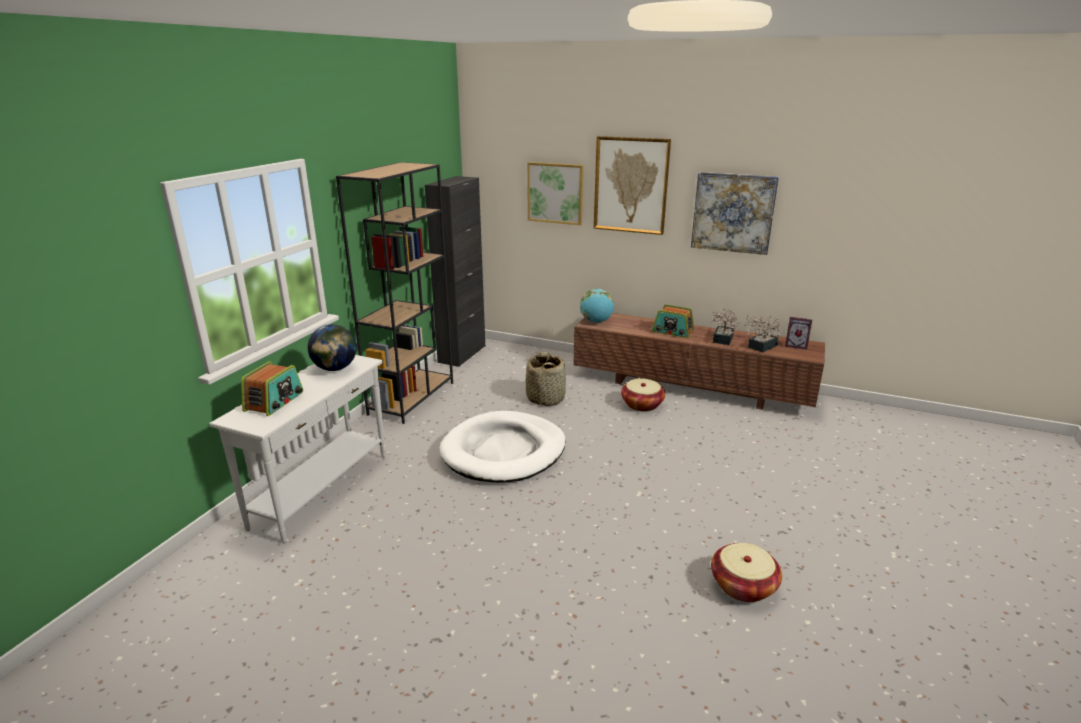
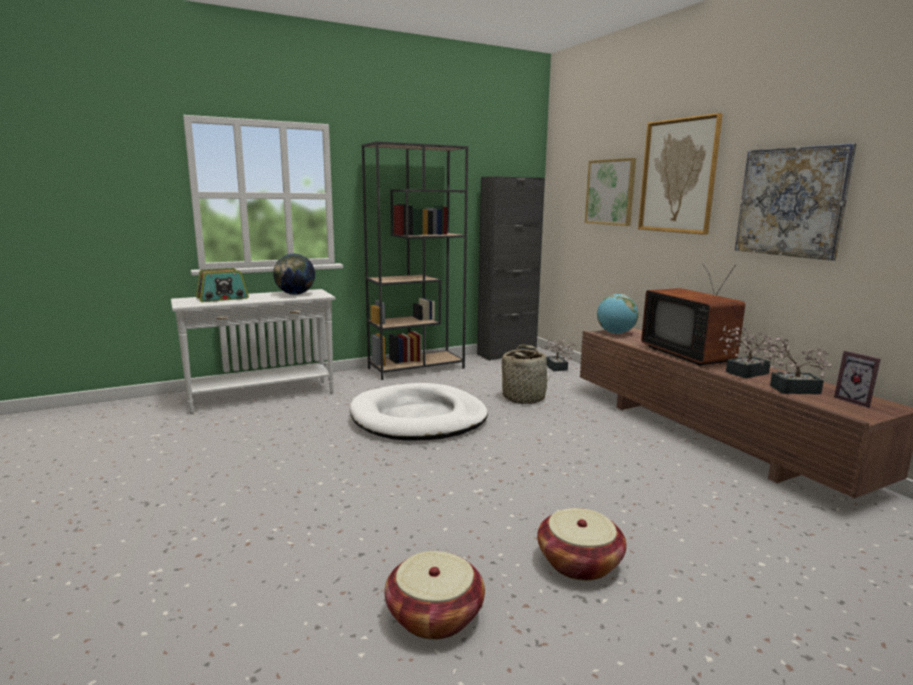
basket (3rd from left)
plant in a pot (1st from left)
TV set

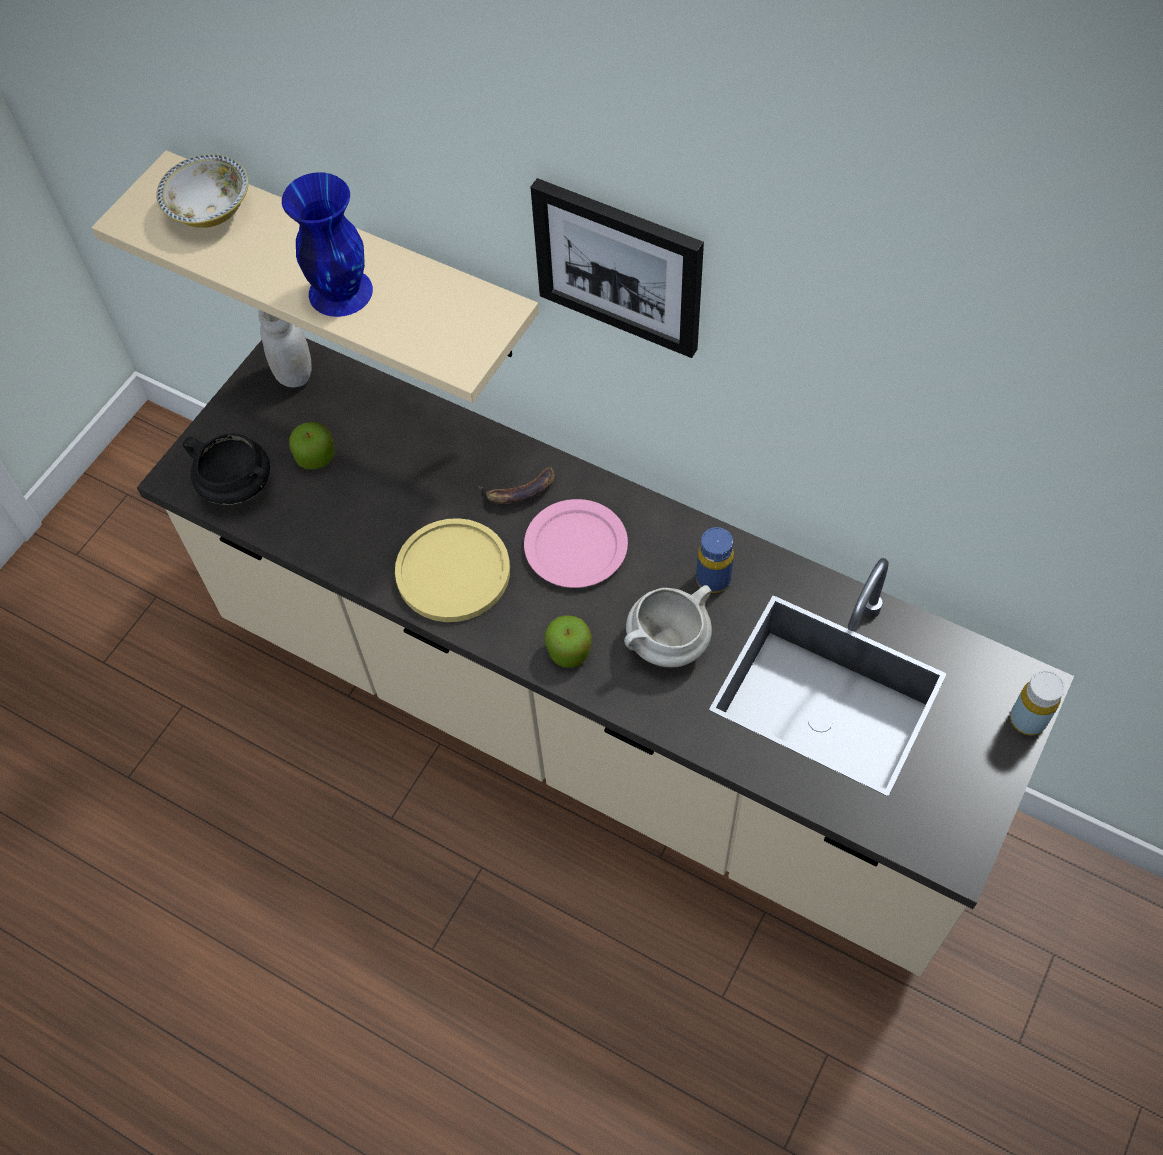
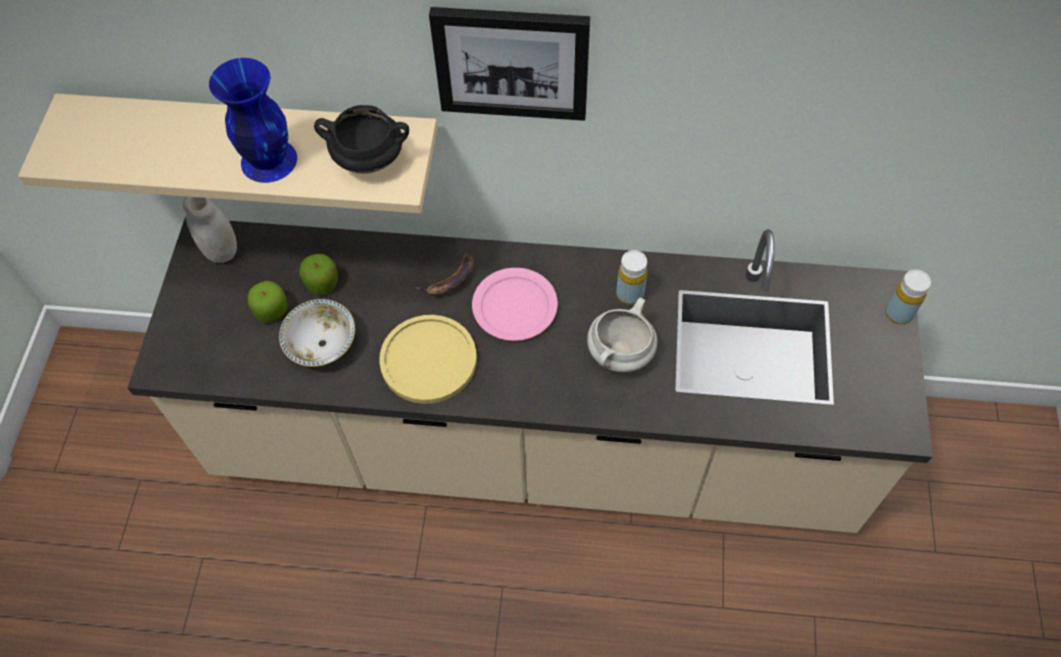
serving bowl
apple fruit (2nd from left)
black cooking pot
yellow-coloured bottle (1st from left)

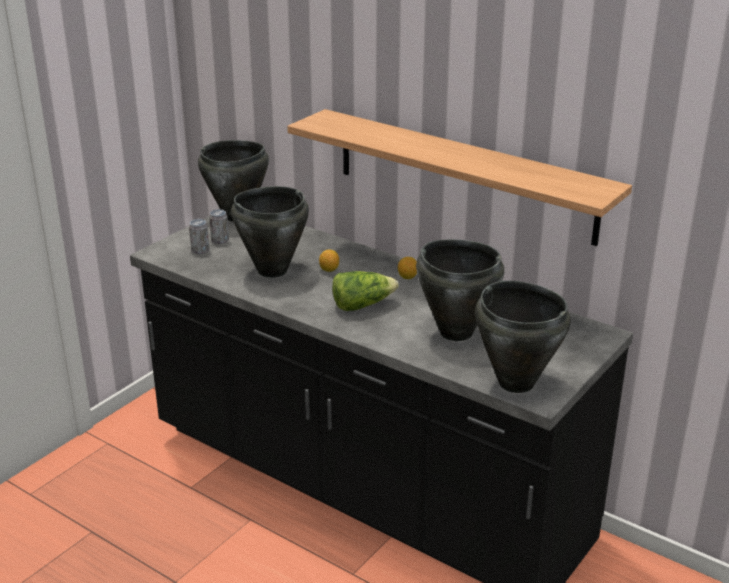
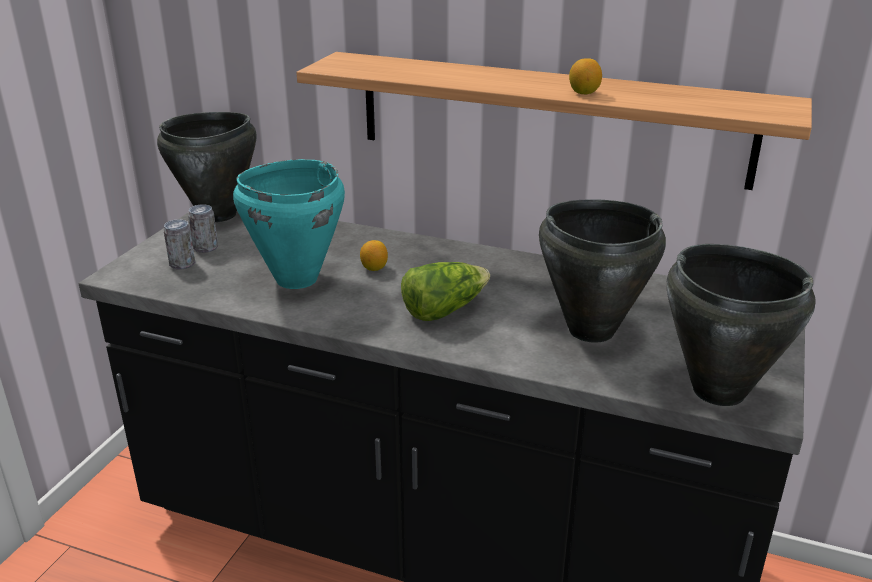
turquoise cooking pot
whole lemon (2nd from left)

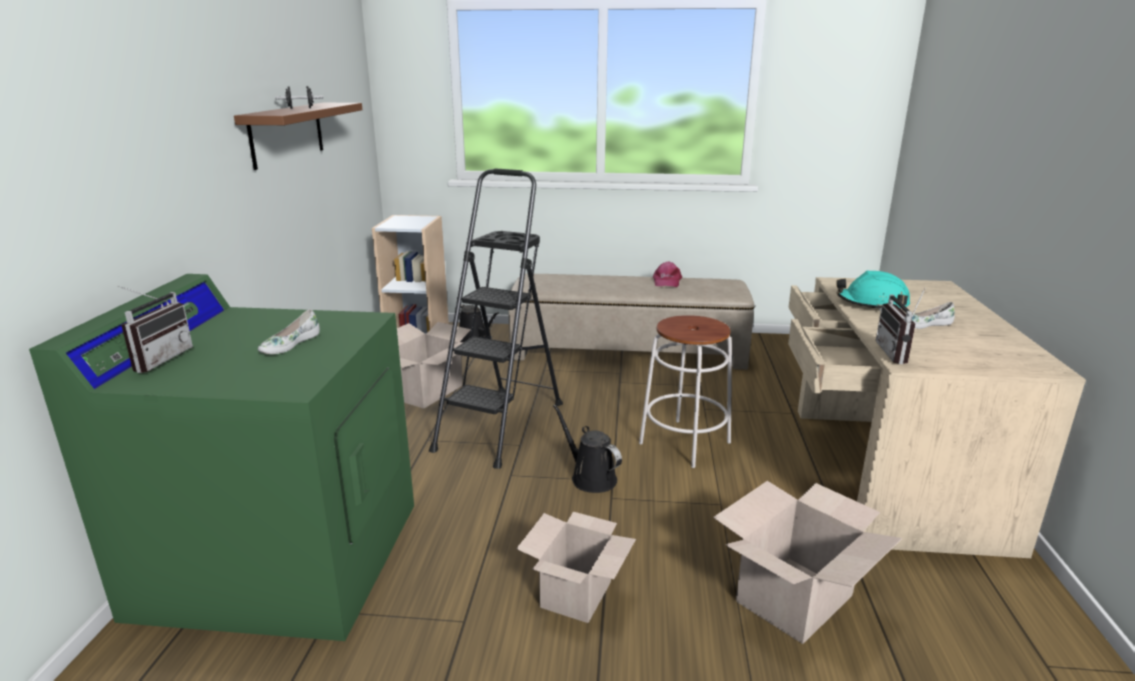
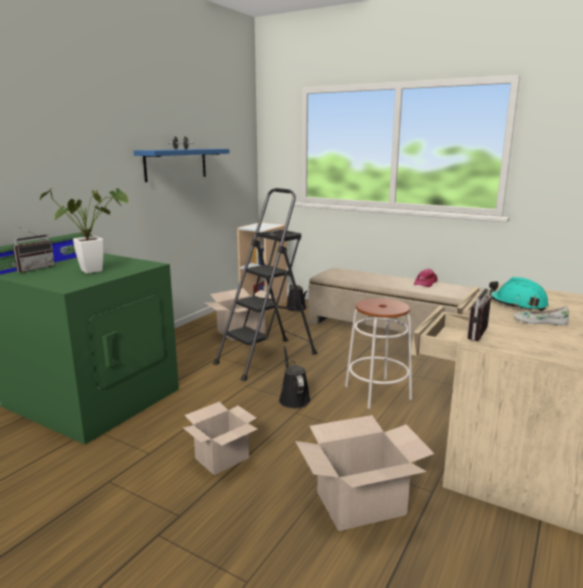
plant in a pot
blue bracket shelf

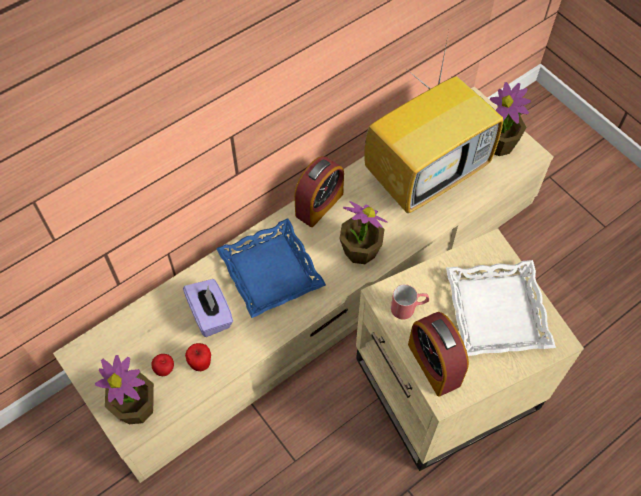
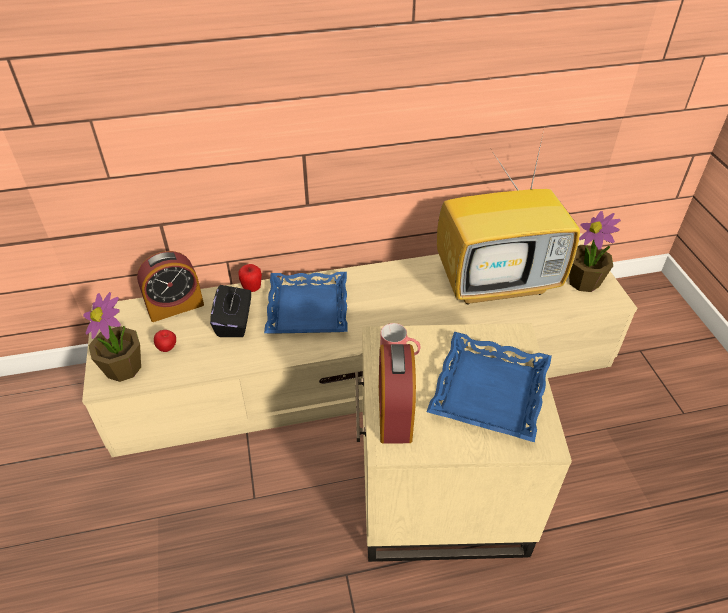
bedside clock (1st from left)
black tissue holder
apple fruit (2nd from left)
blue tray (2nd from left)
plant in a pot (2nd from left in the first image)

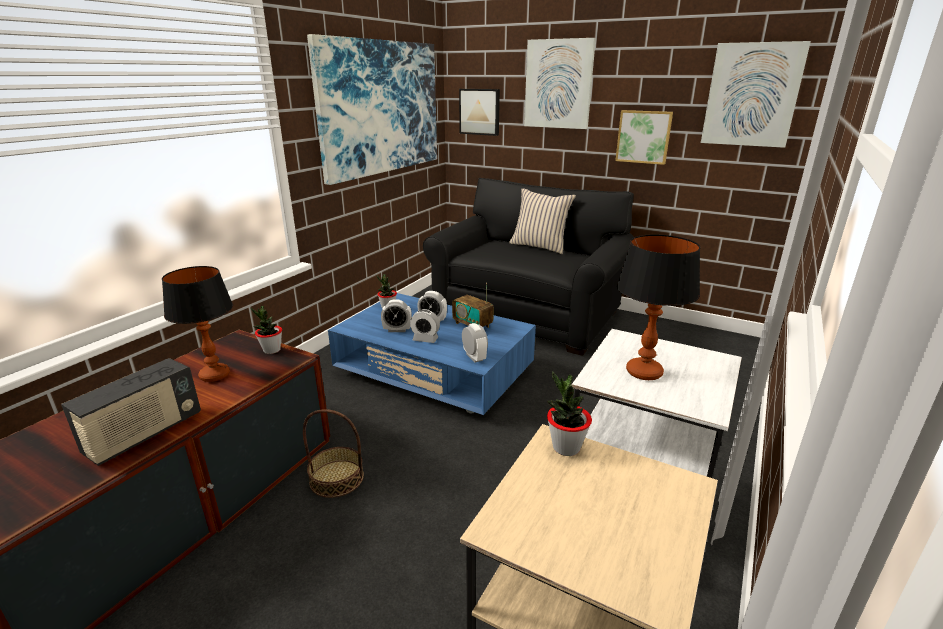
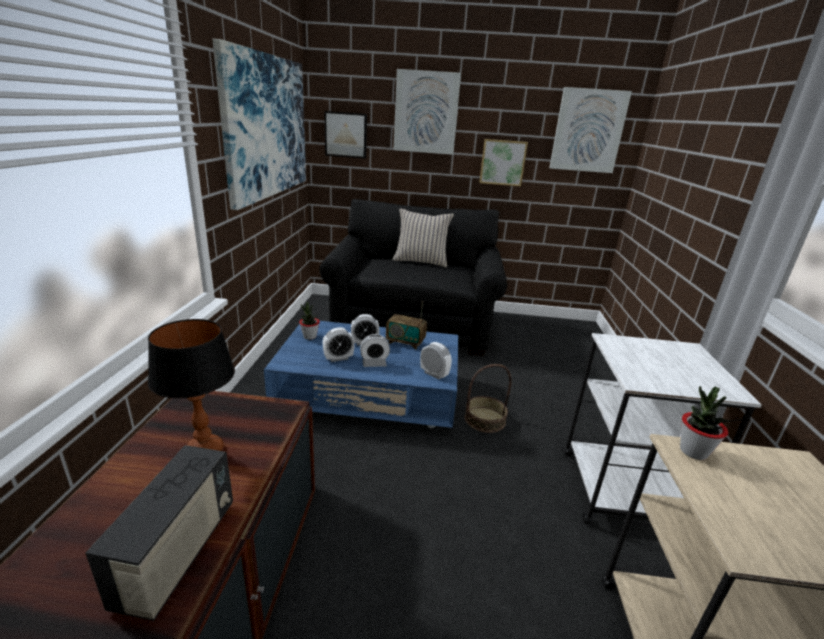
basket
plant in a pot (1st from left in the first image)
lamp for a table (2nd from left in the first image)

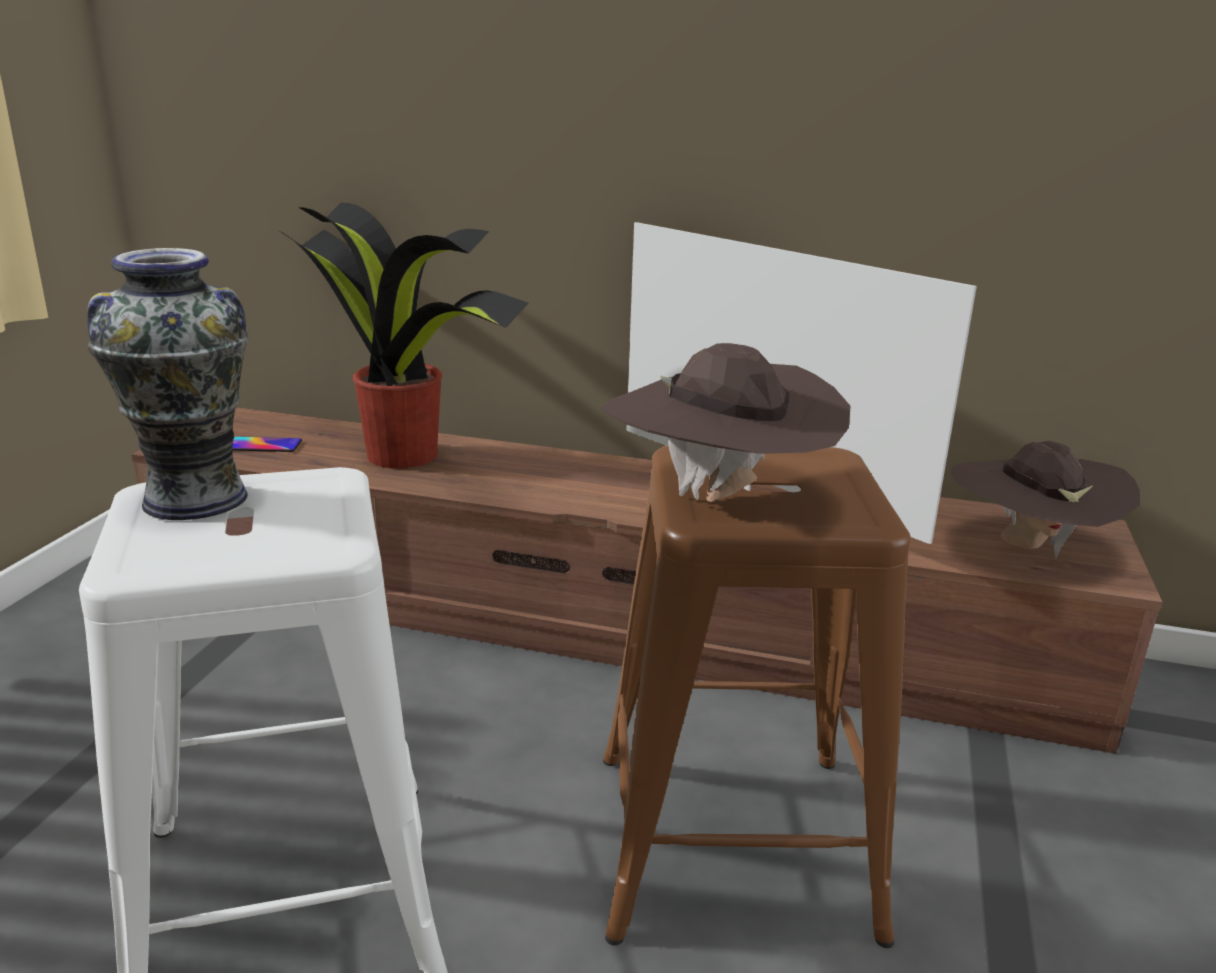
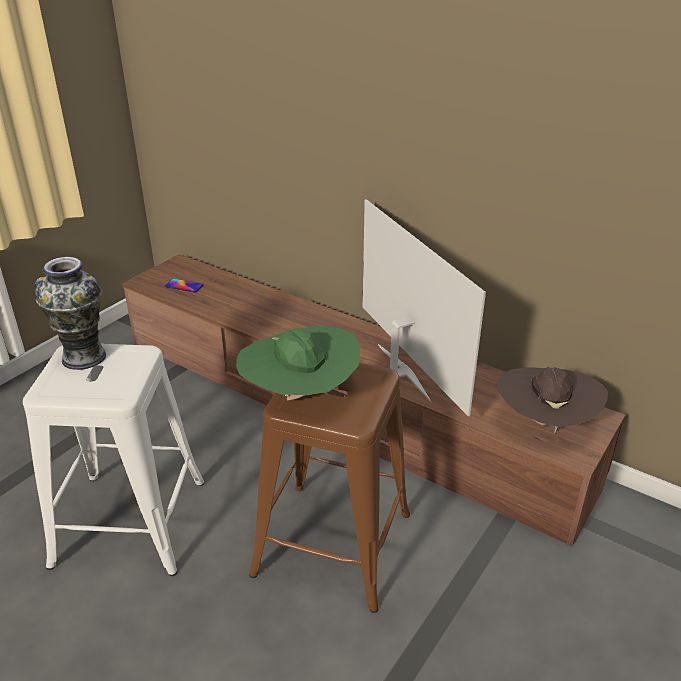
green clothing hat
plant in a pot

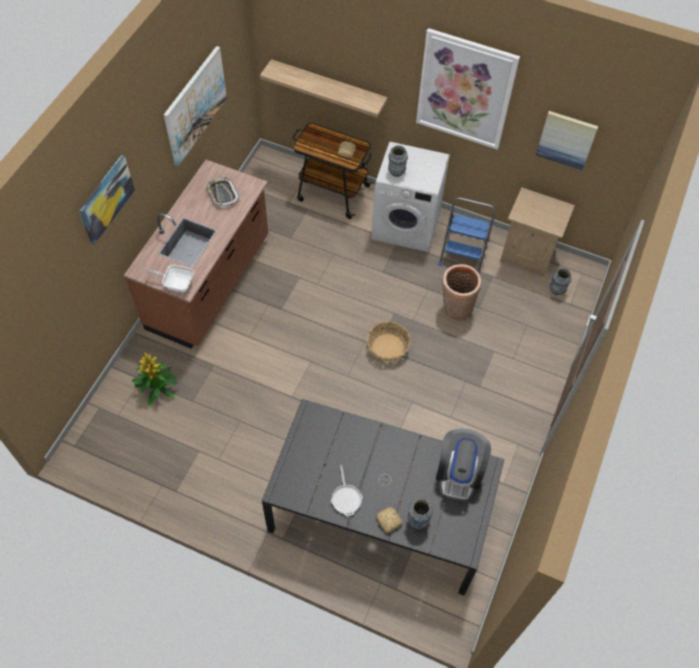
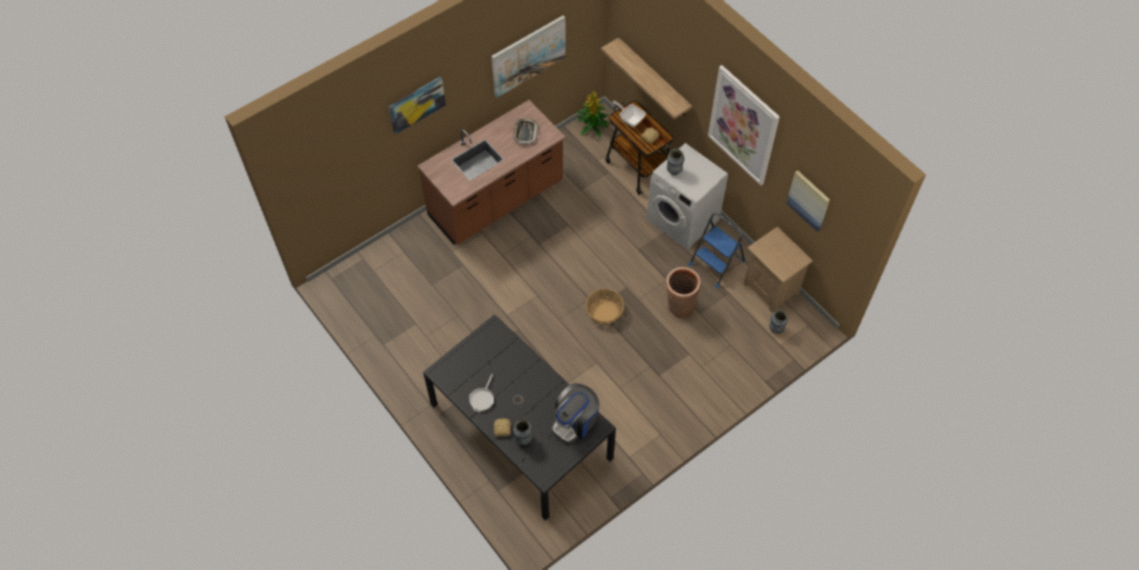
plant in a pot
pan (2nd from left)

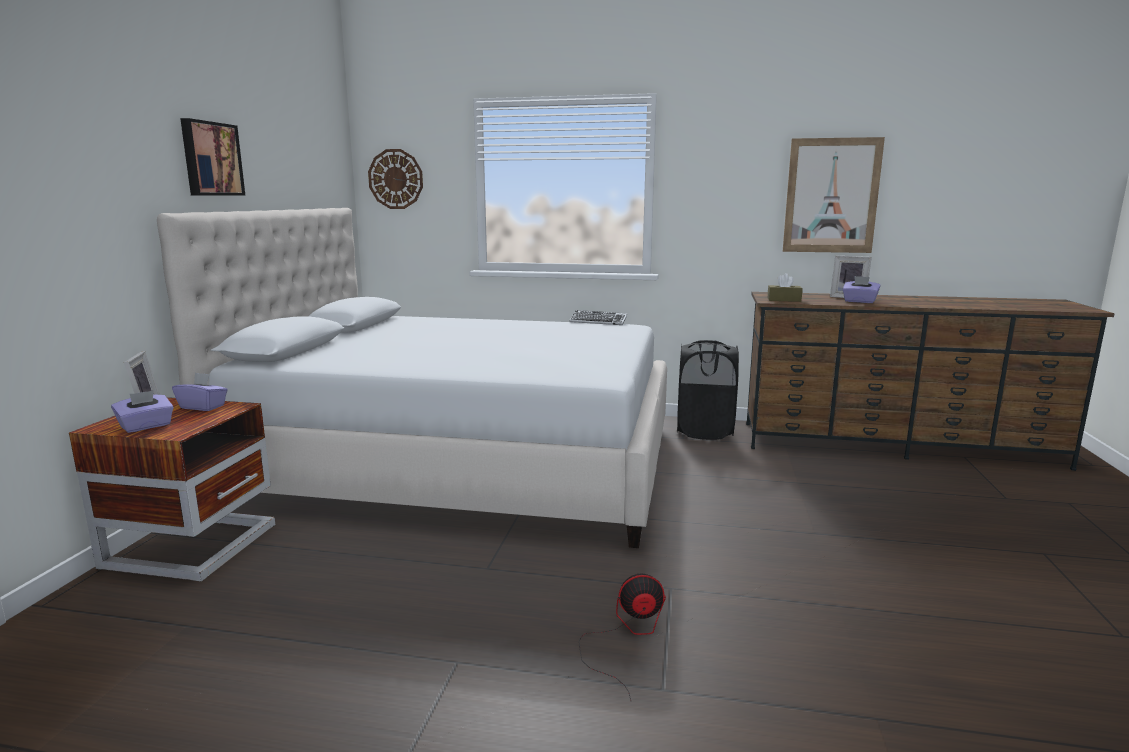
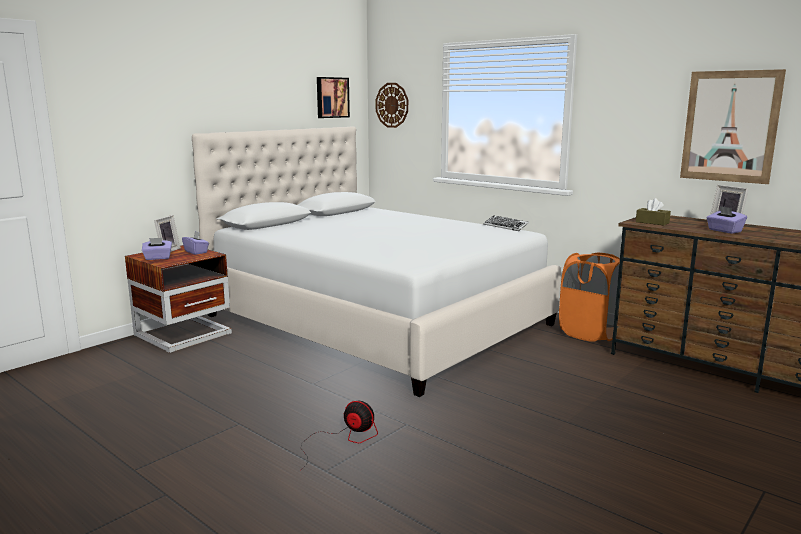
picture (1st from left)
orange-coloured washing basket

